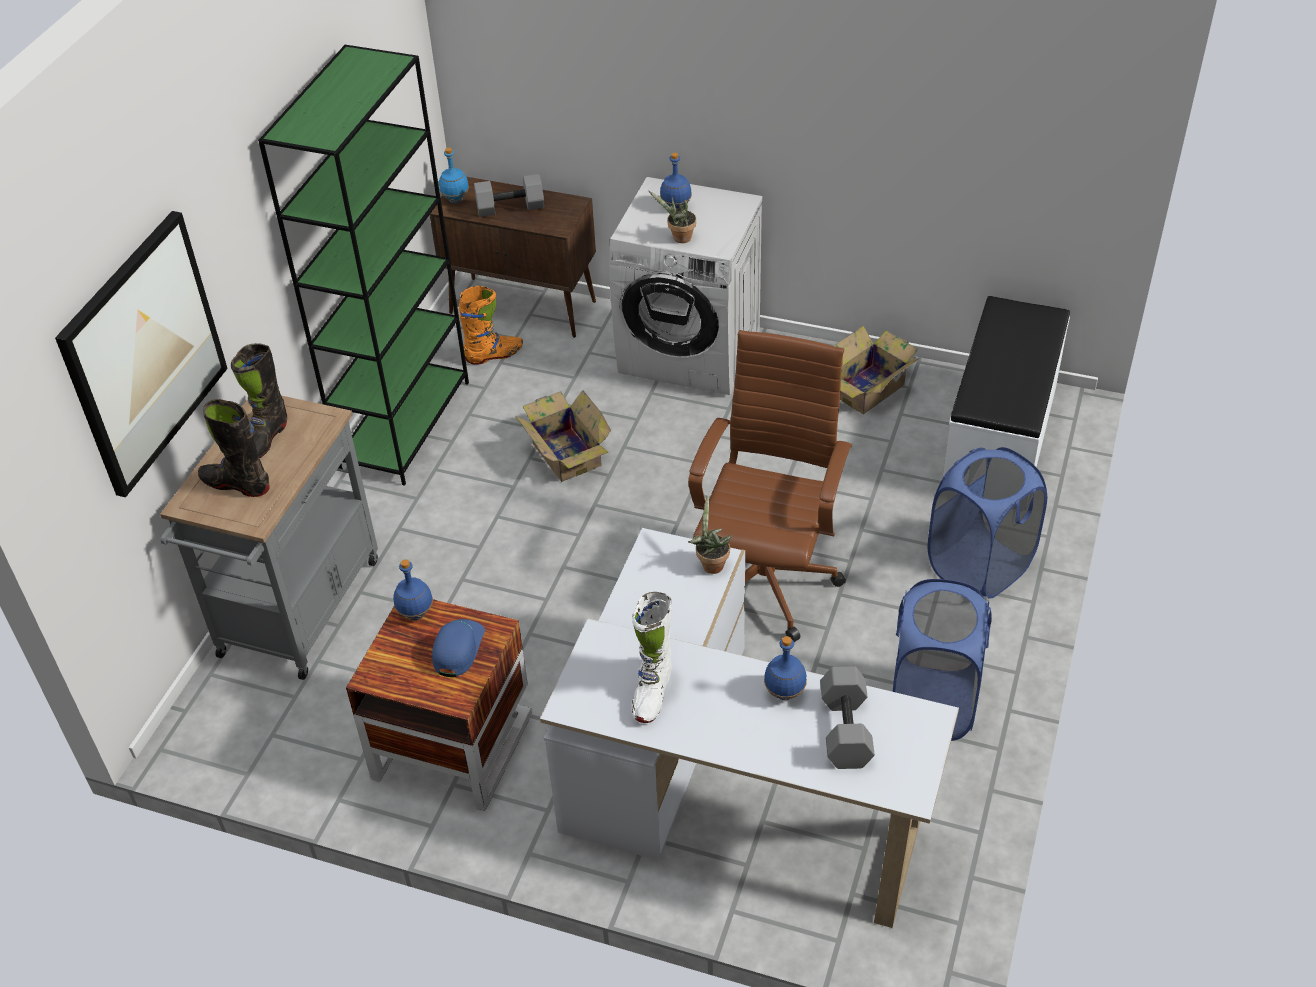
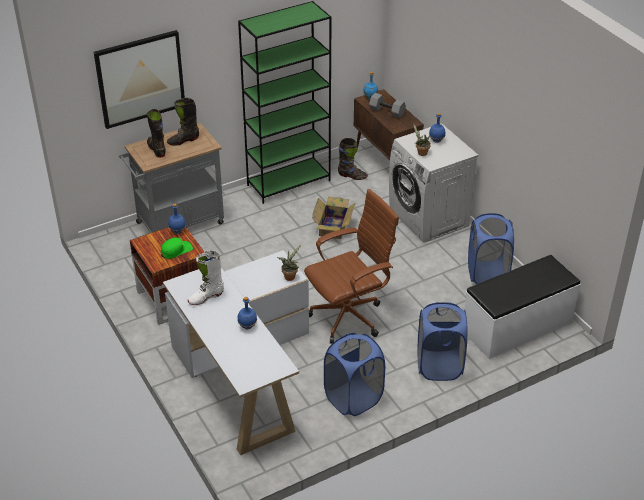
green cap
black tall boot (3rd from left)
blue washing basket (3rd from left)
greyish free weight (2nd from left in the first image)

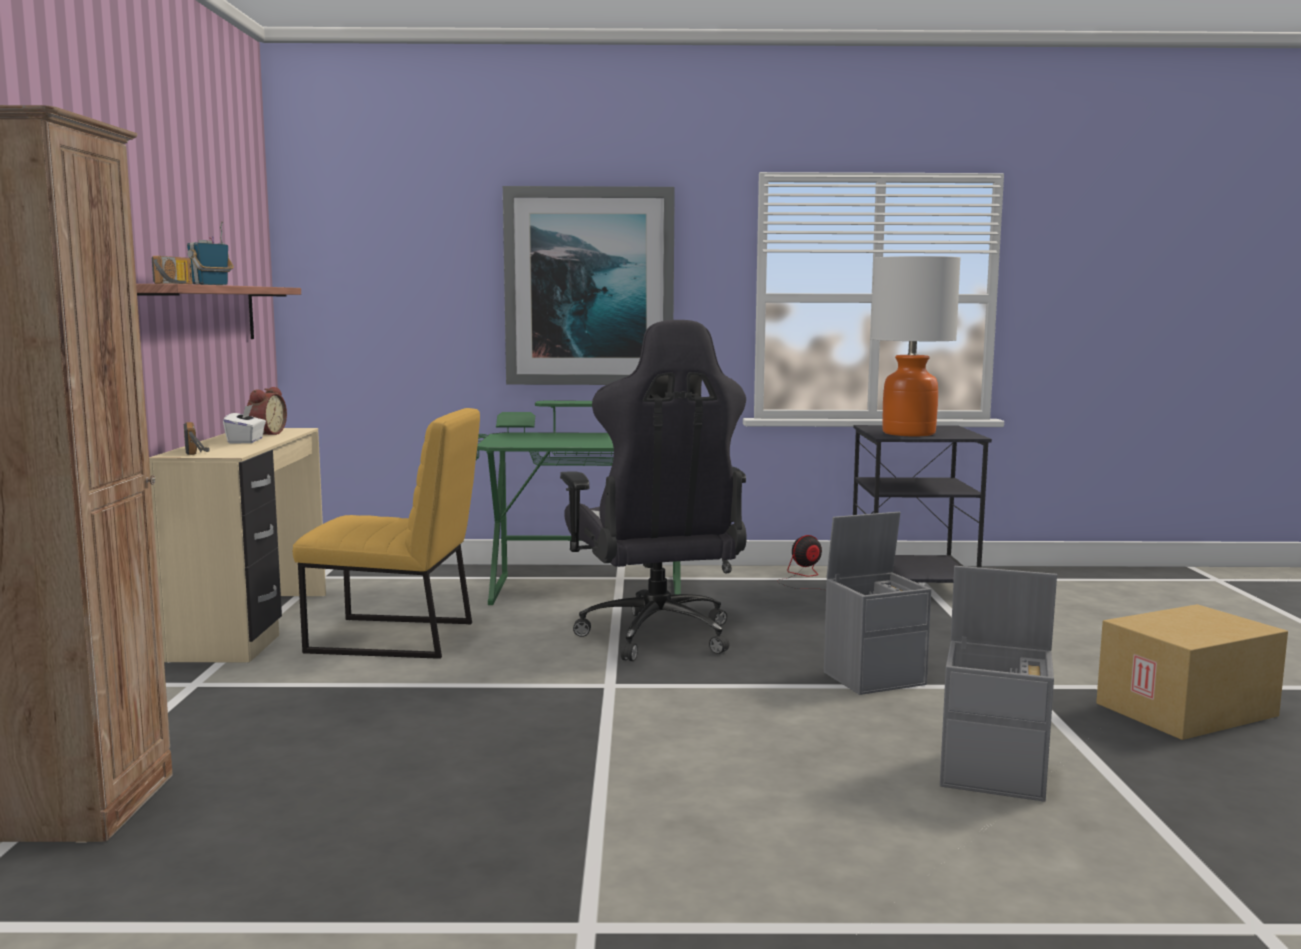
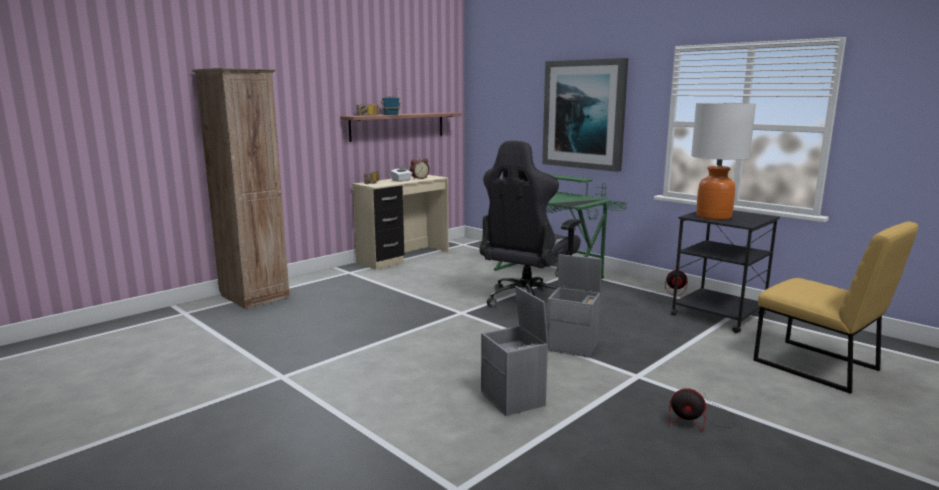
cooling fan (2nd from left)
yellow-coloured chair

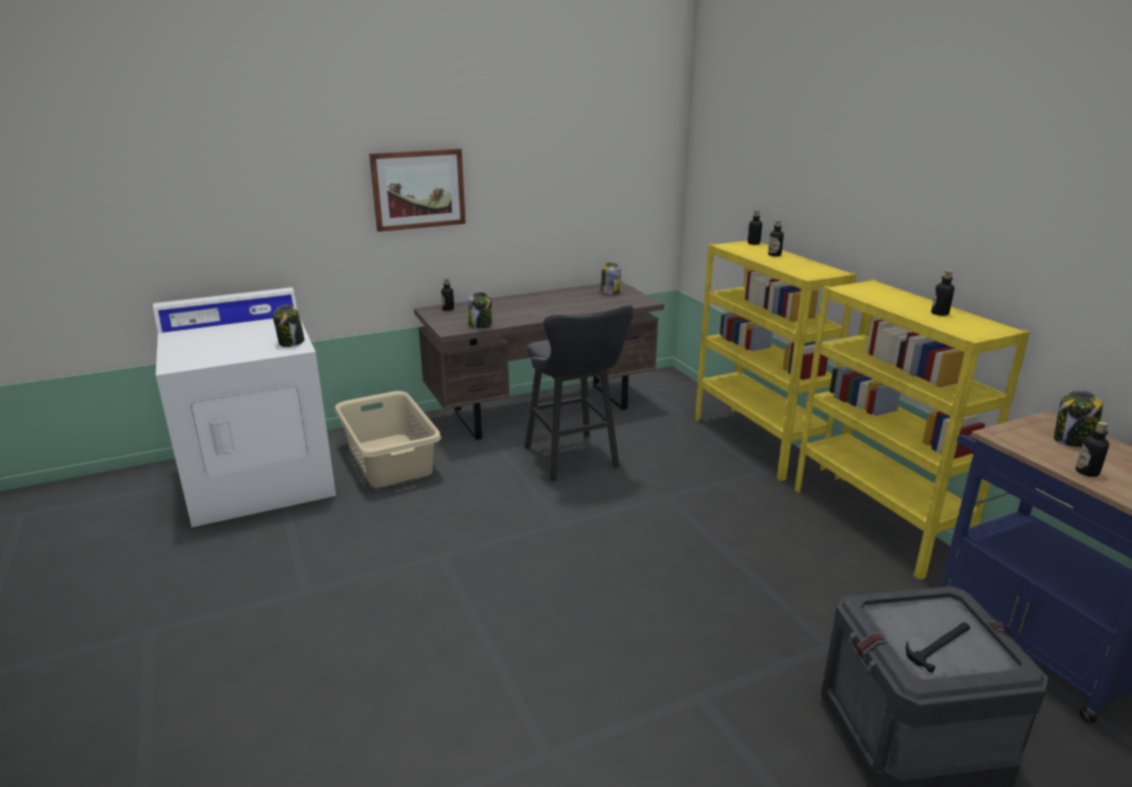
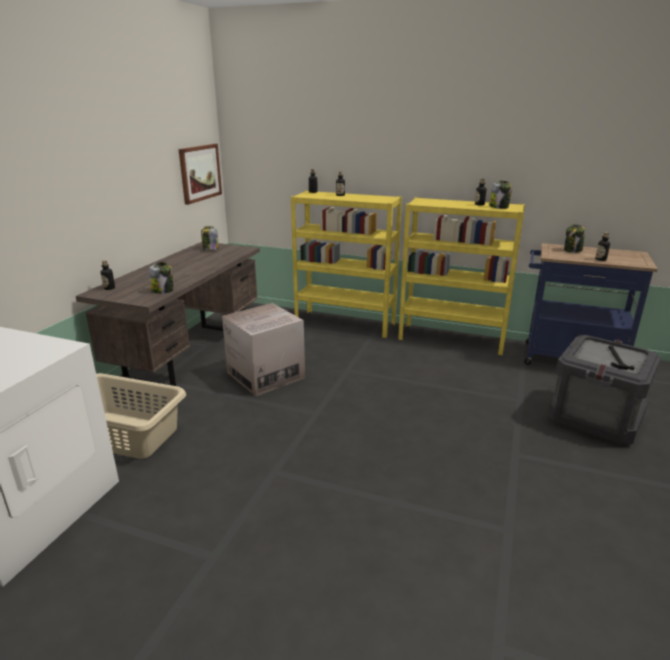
picture
carton
storage jar (3rd from left)

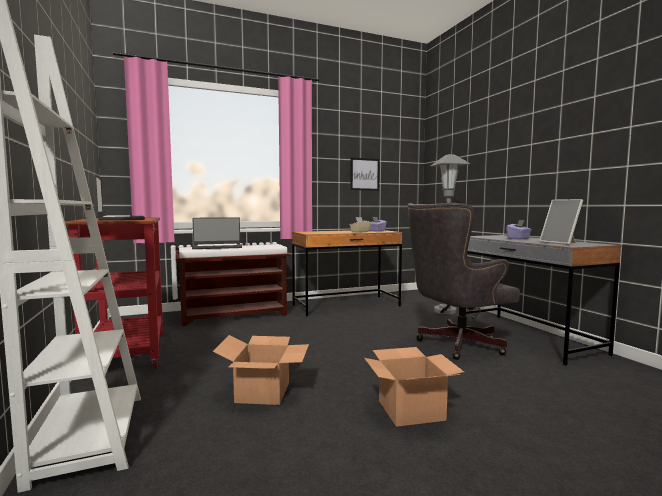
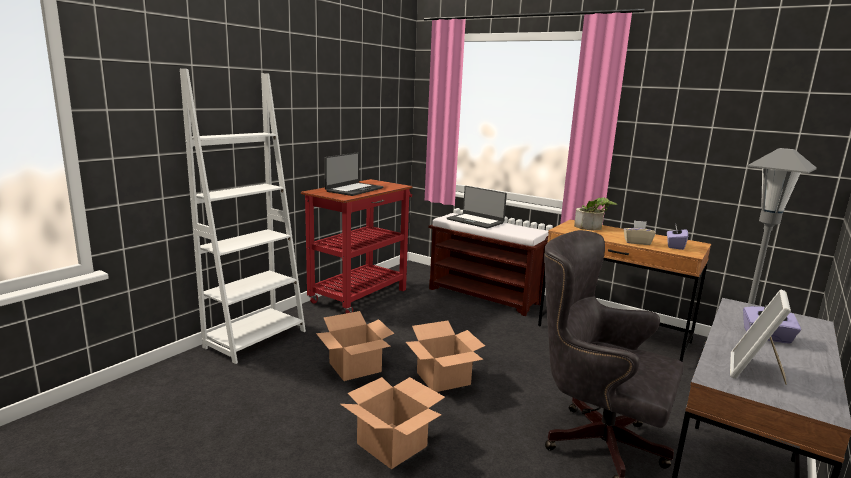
carton (3rd from left)
plant in a pot
picture

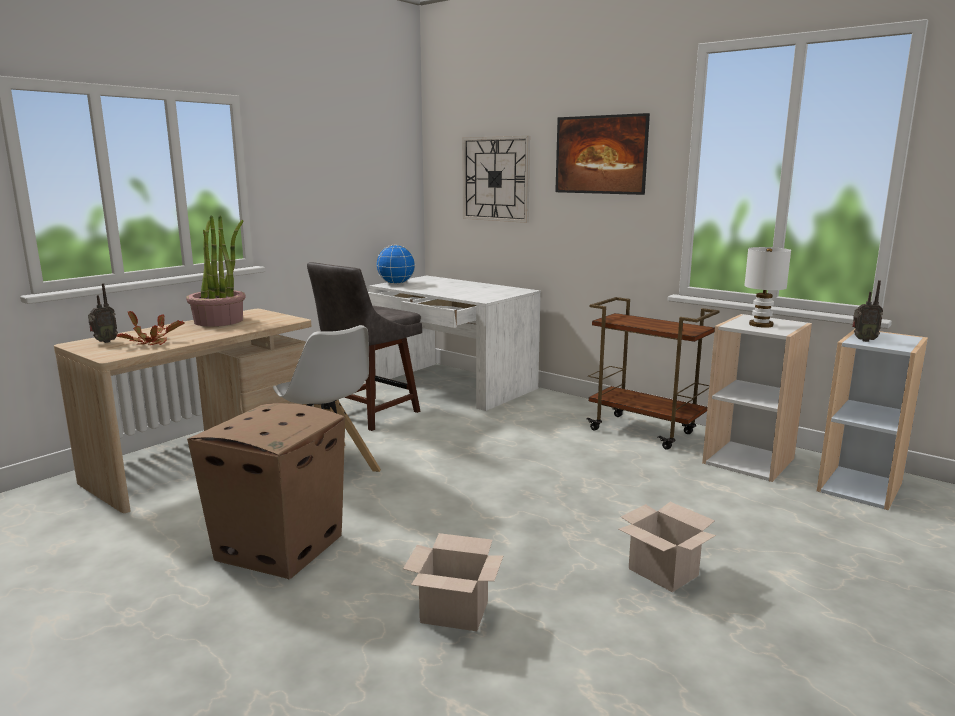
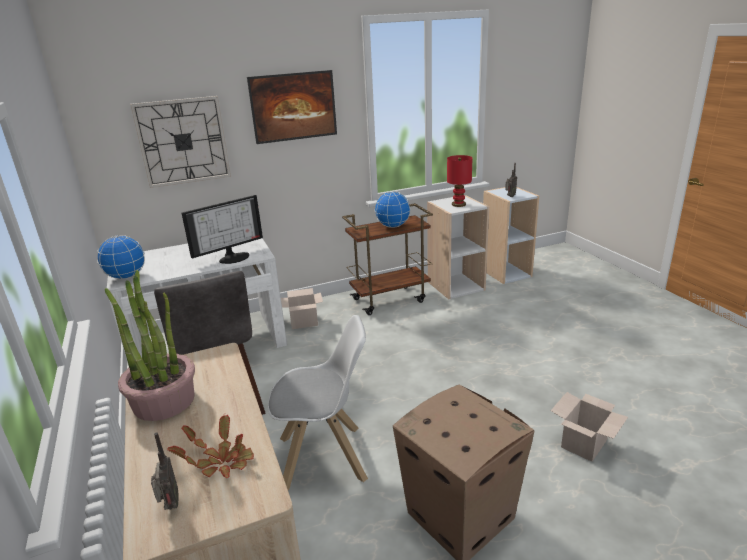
computer screen
carton (1st from left)
world globe (2nd from left)
reddish lamp for a table

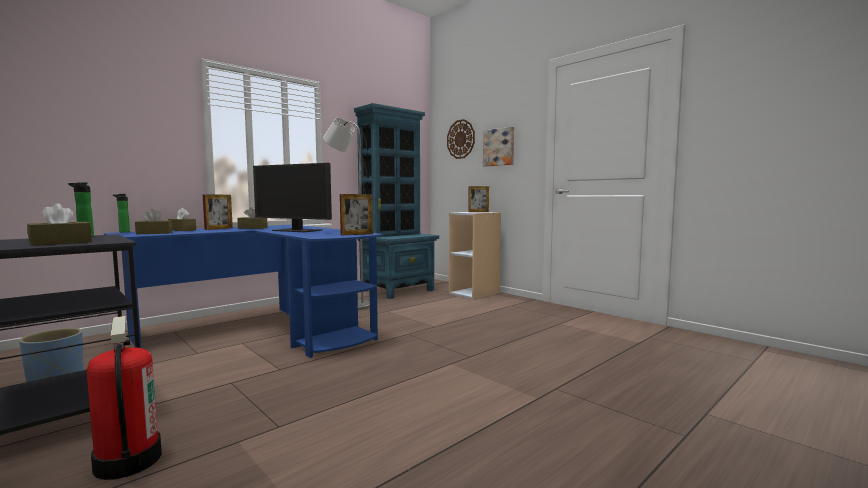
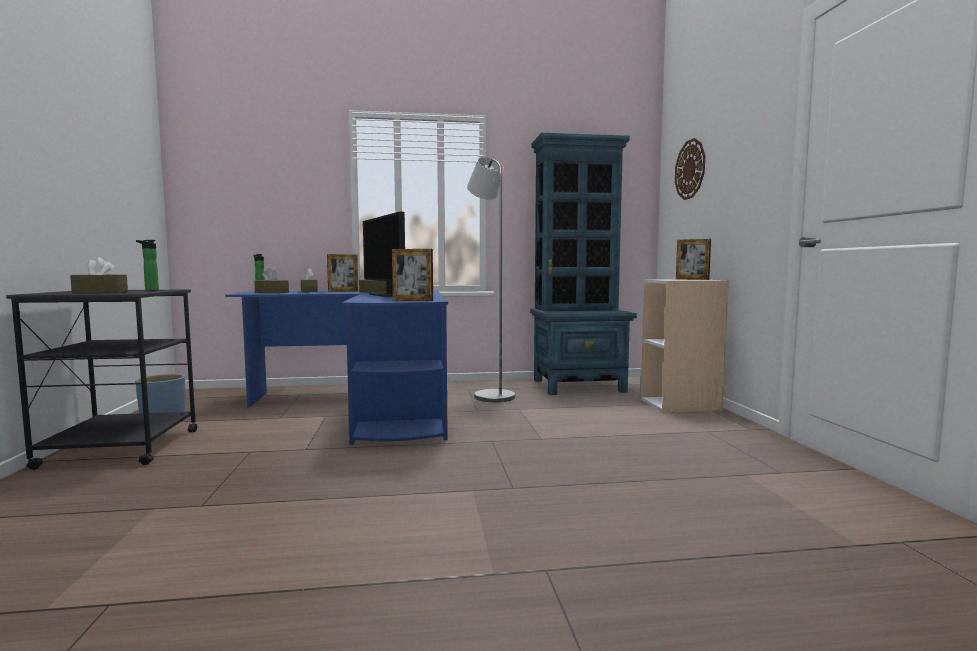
extinguisher
picture

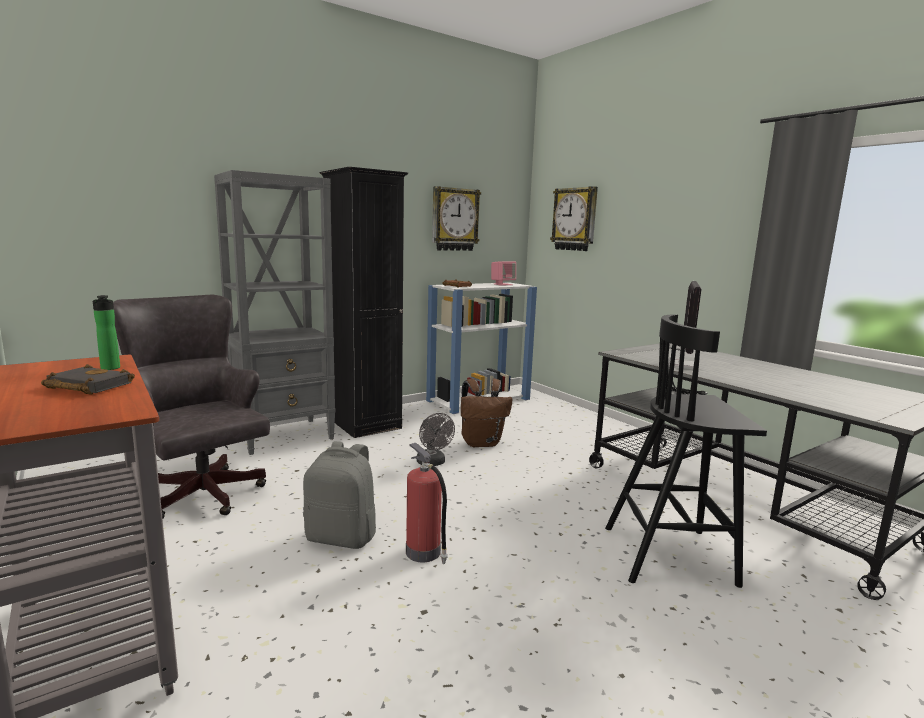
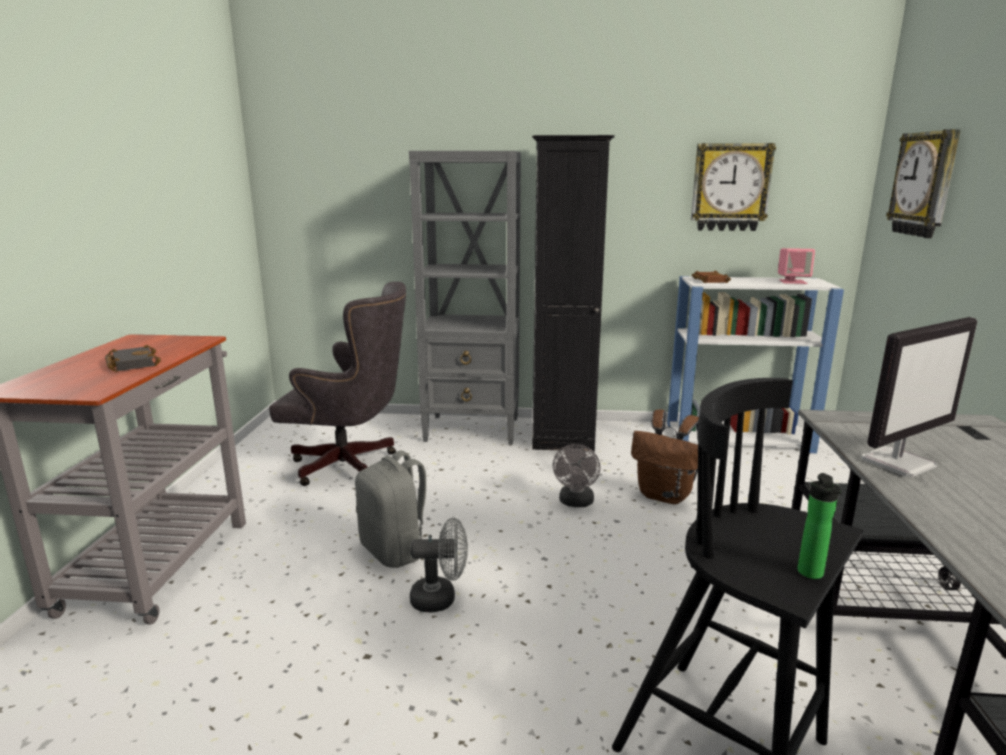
greyish desk chair
greyish cooling fan (1st from left)
bottle

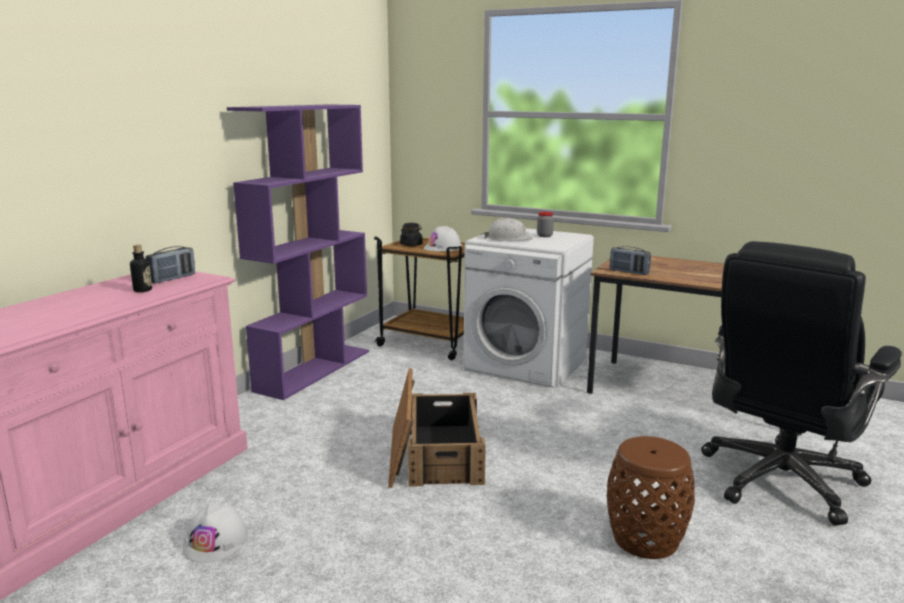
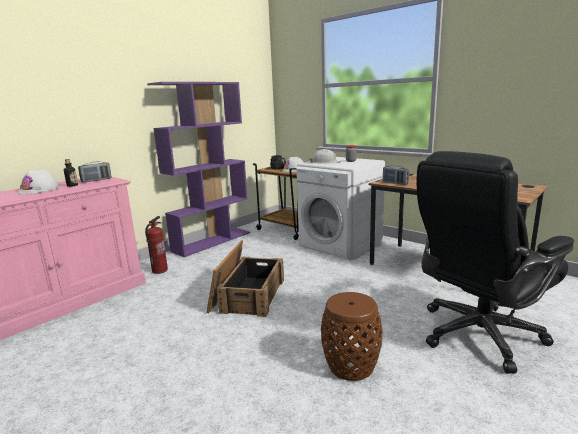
whitish hard hat (1st from left)
extinguisher

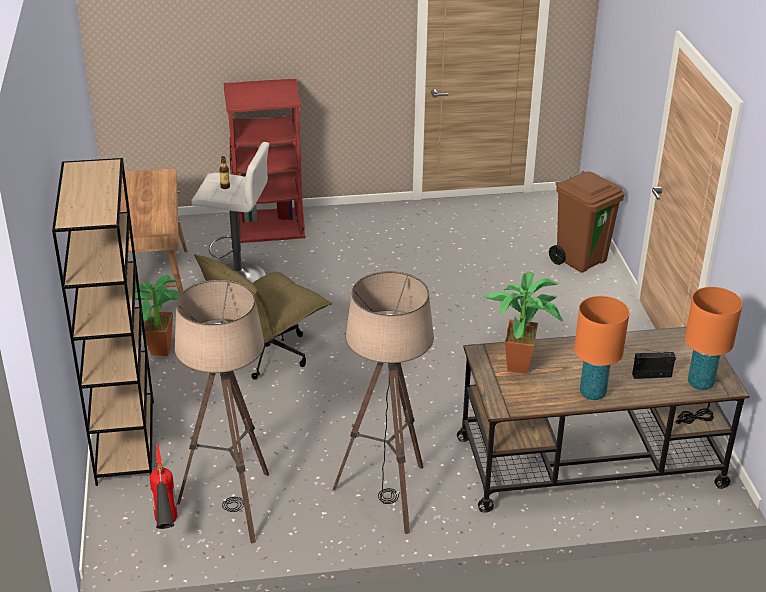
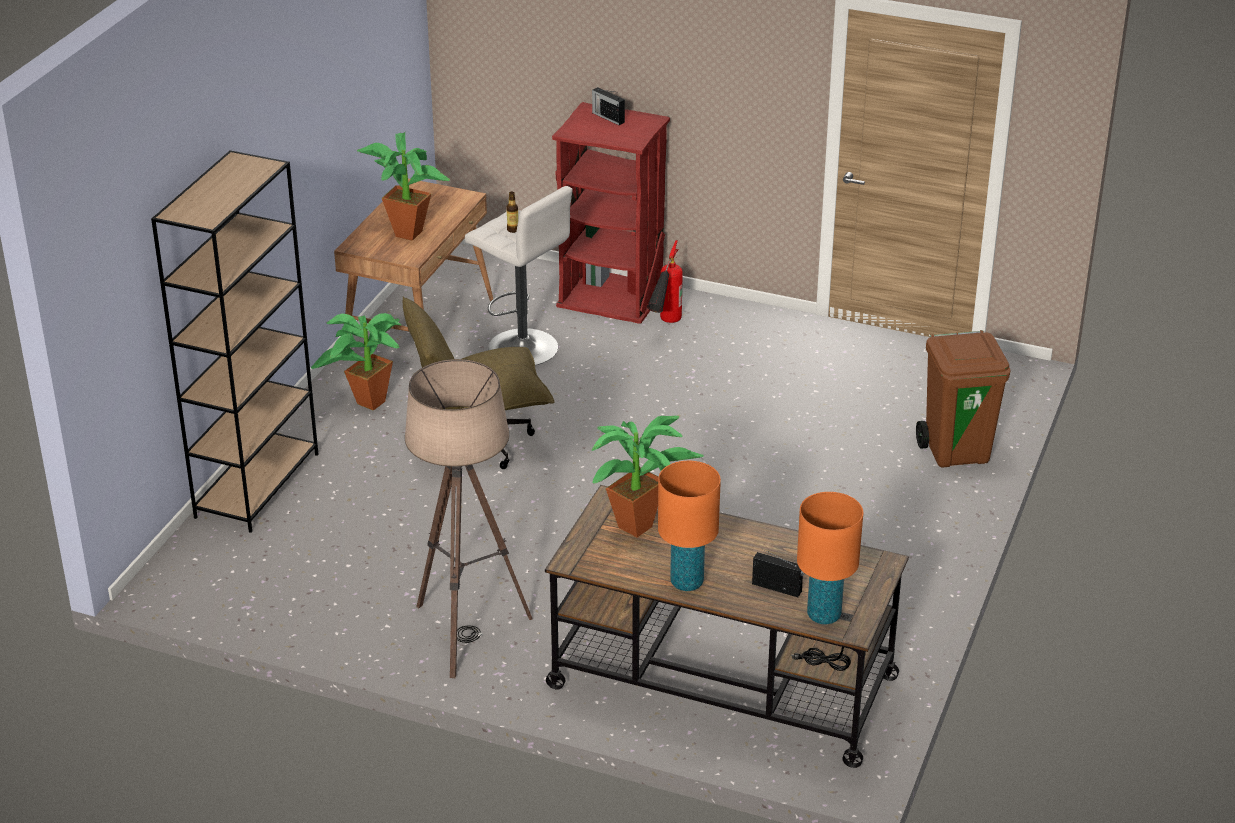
plant in a pot (2nd from left)
radio receiver (1st from left)
extinguisher
standard lamp (1st from left in the first image)

